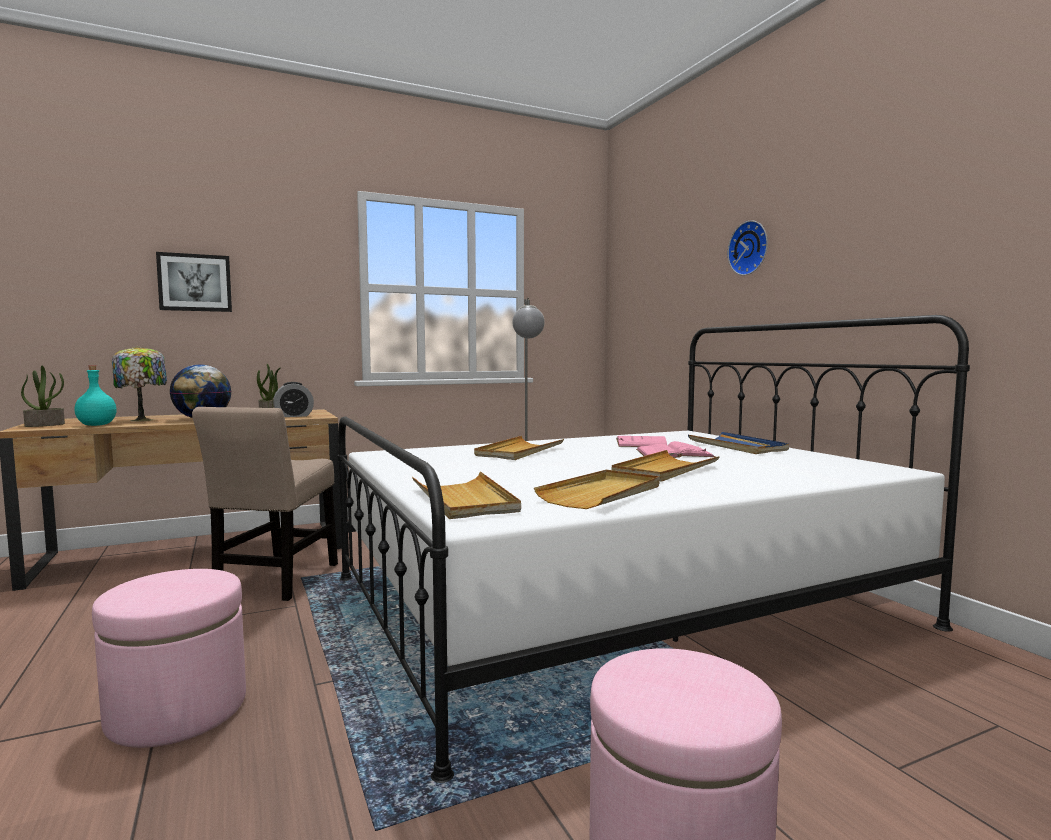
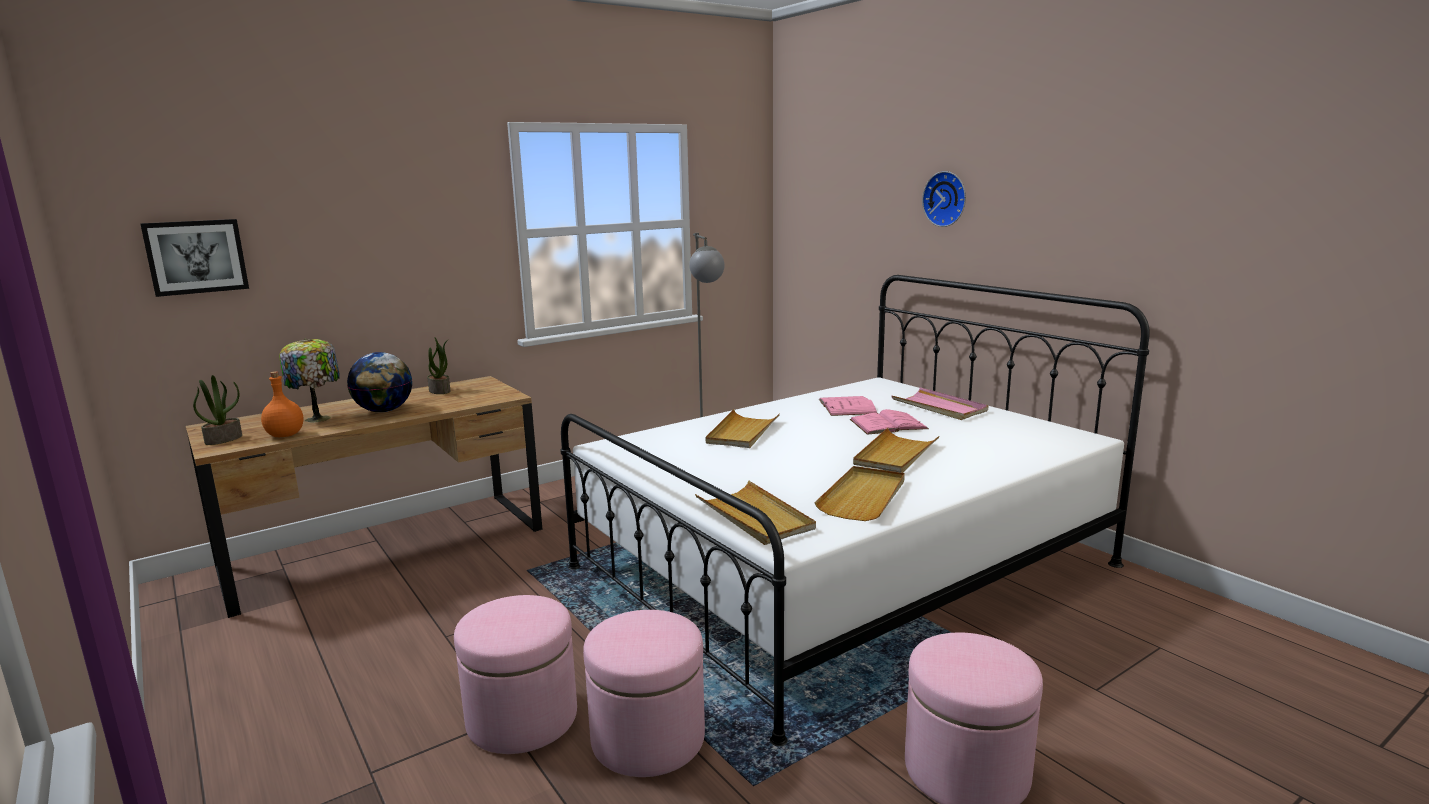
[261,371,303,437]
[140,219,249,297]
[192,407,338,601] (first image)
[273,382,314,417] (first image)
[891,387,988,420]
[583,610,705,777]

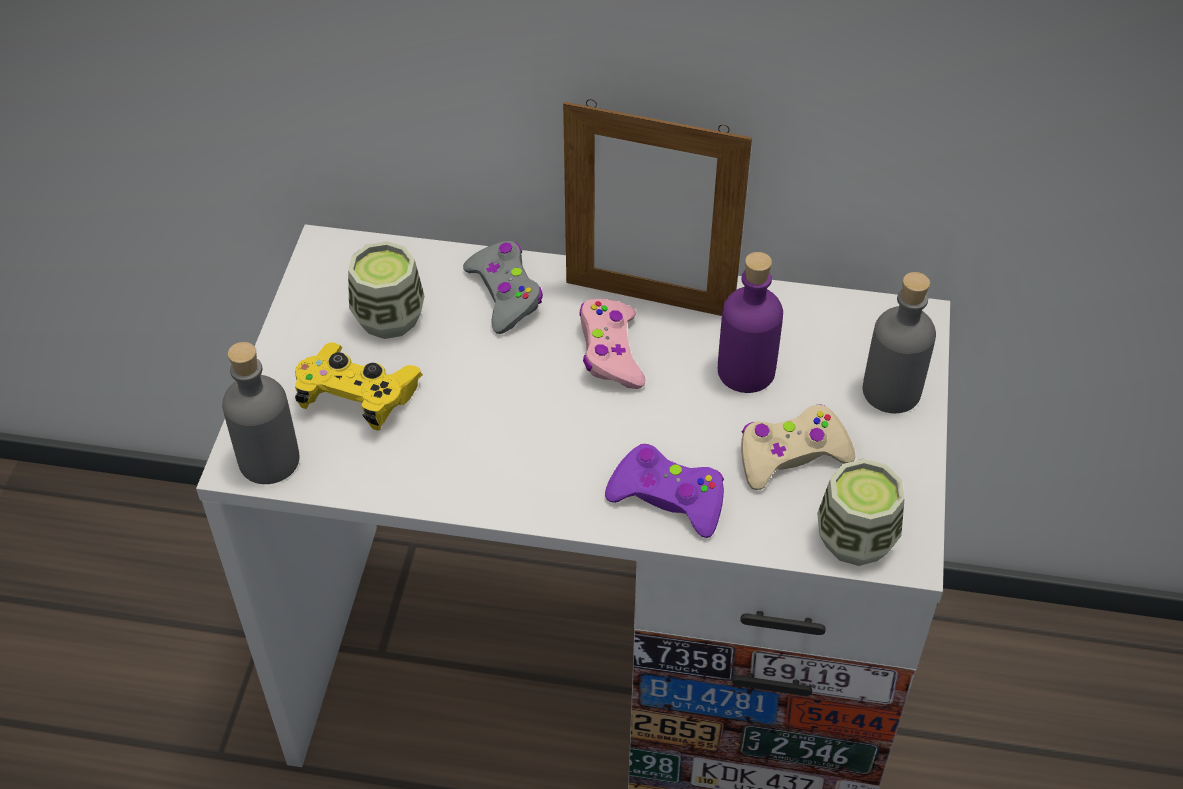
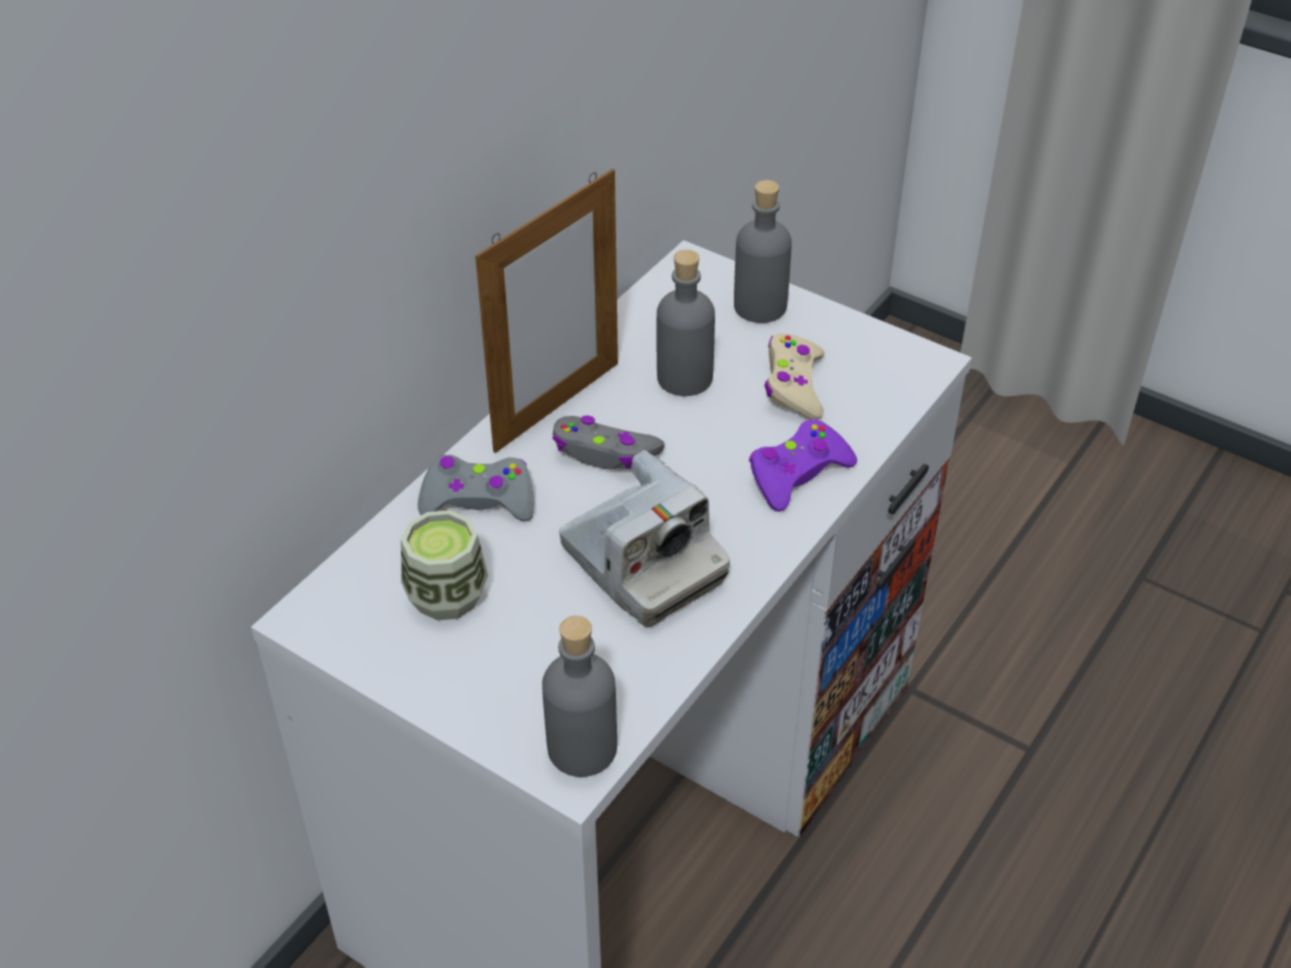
[295,342,423,430] (first image)
[552,415,665,470]
[657,250,715,396]
[817,459,905,566] (first image)
[559,450,730,627]

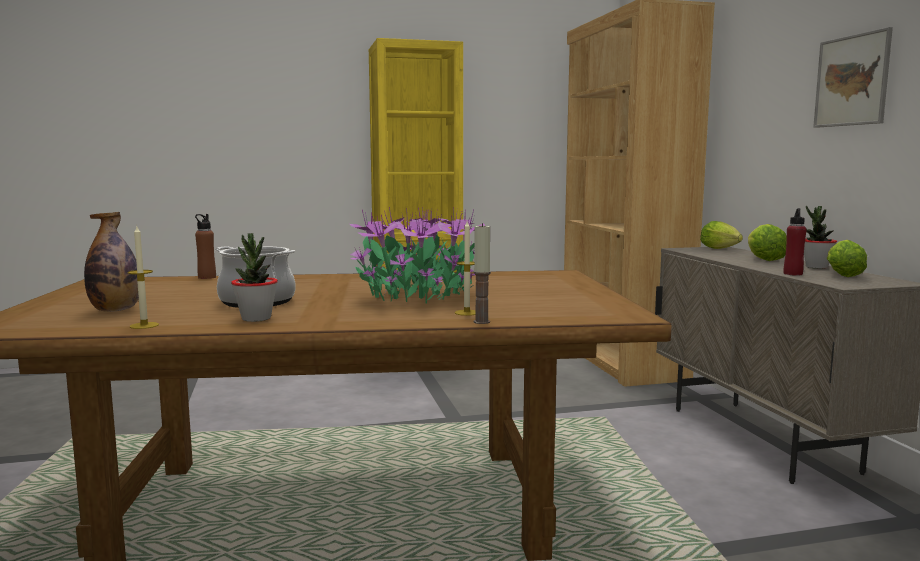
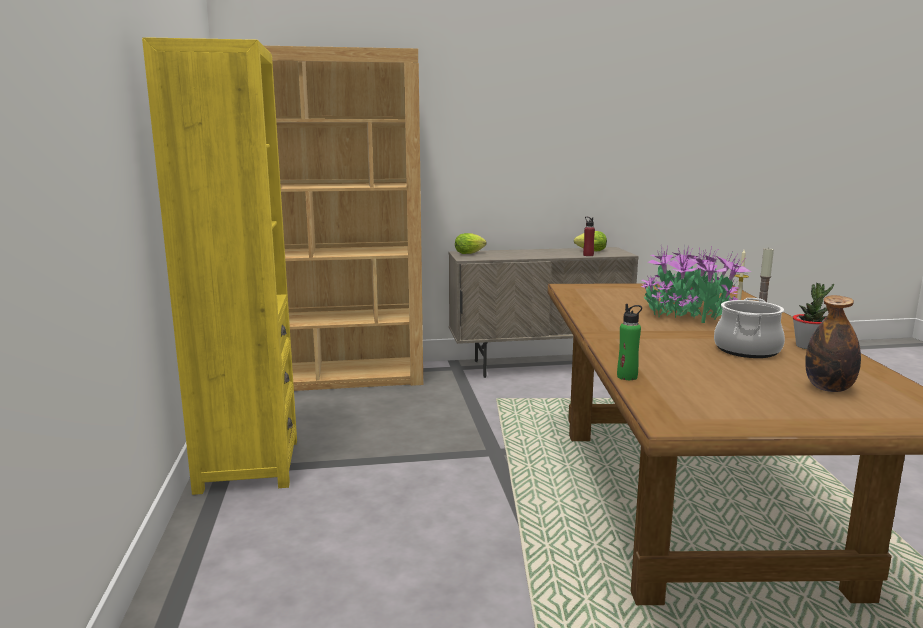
[128,226,159,329] (first image)
[617,304,642,380]
[748,224,787,261] (first image)
[804,206,837,269] (first image)
[813,27,893,128] (first image)

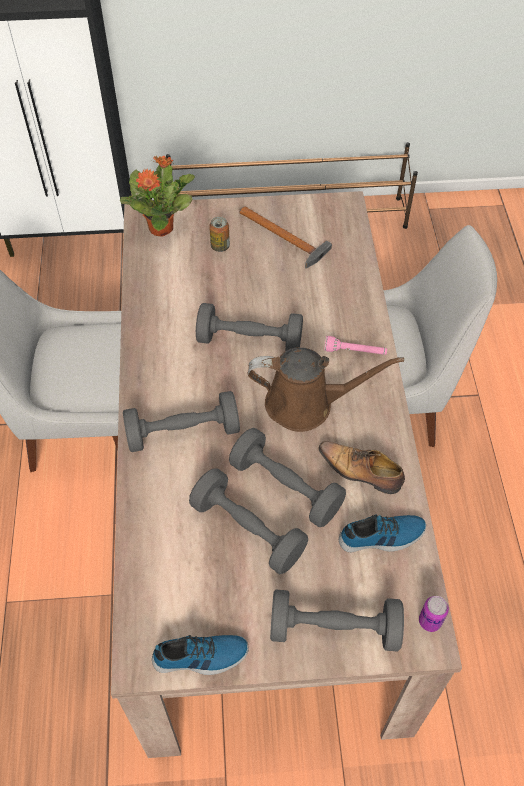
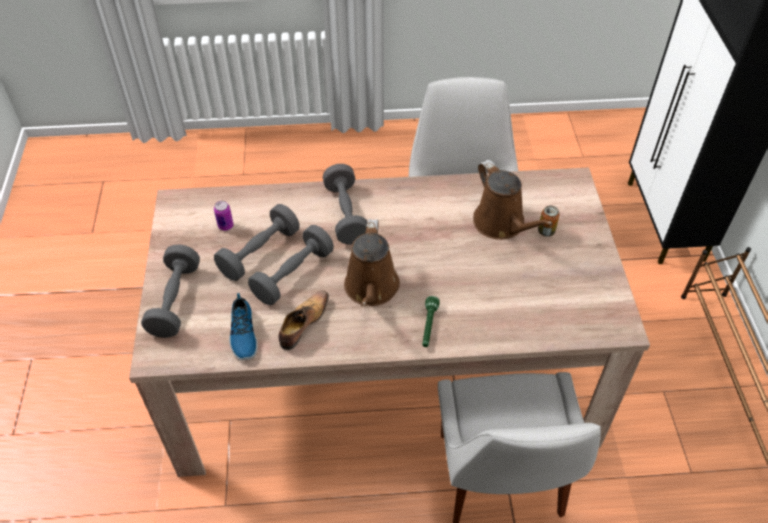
[120,155,195,237] (first image)
[152,635,249,675] (first image)
[196,303,303,351] (first image)
[240,206,332,269] (first image)
[422,296,440,347]
[214,201,234,231]
[473,160,553,240]

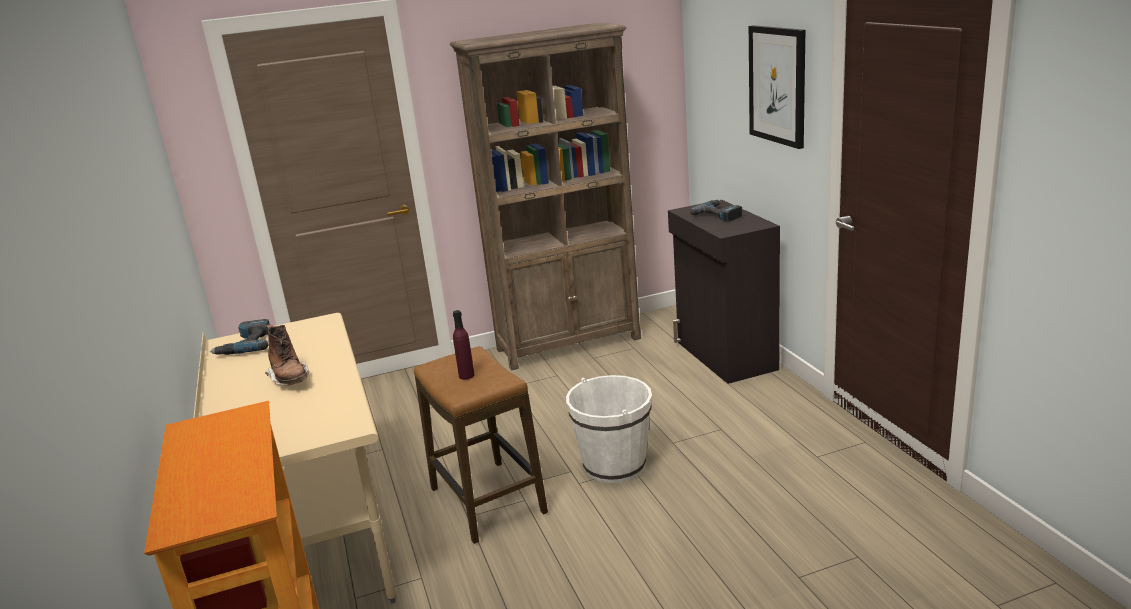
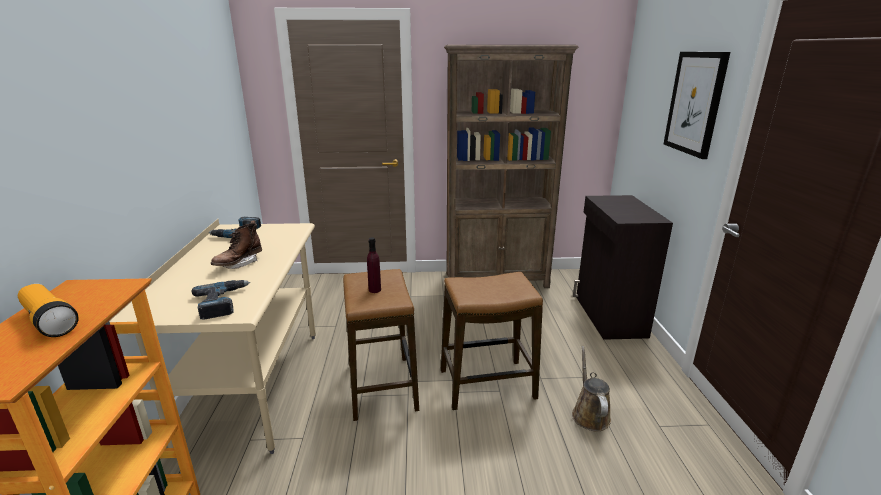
[211,221,262,269]
[441,272,543,410]
[191,280,250,320]
[18,284,79,337]
[572,346,611,431]

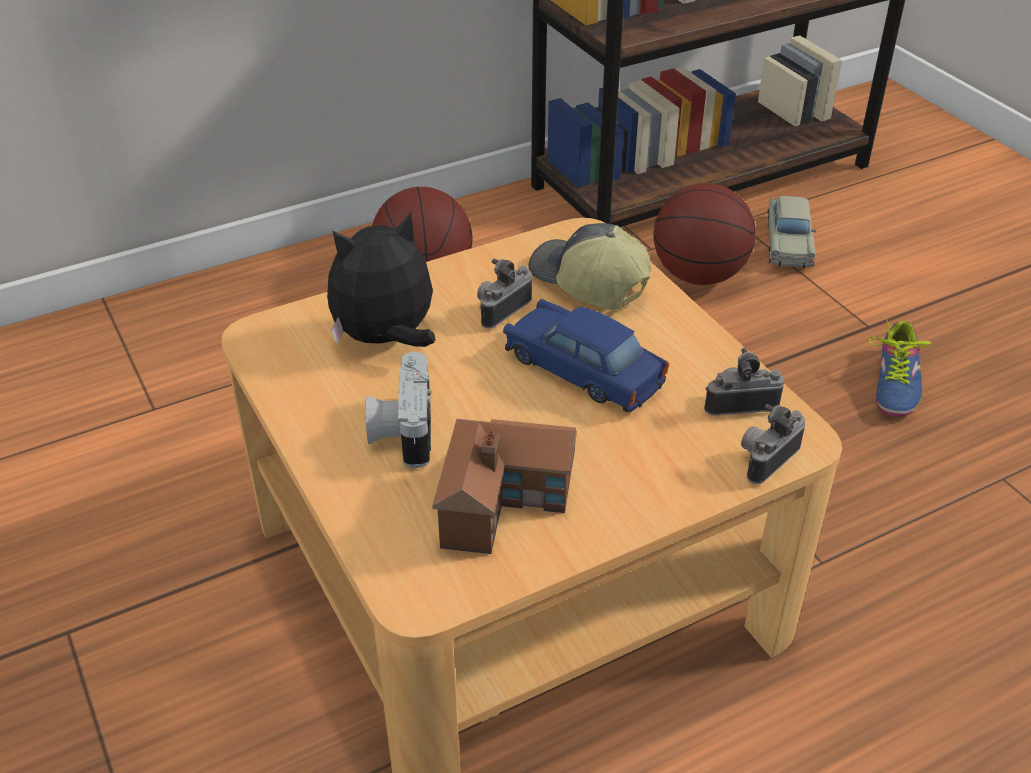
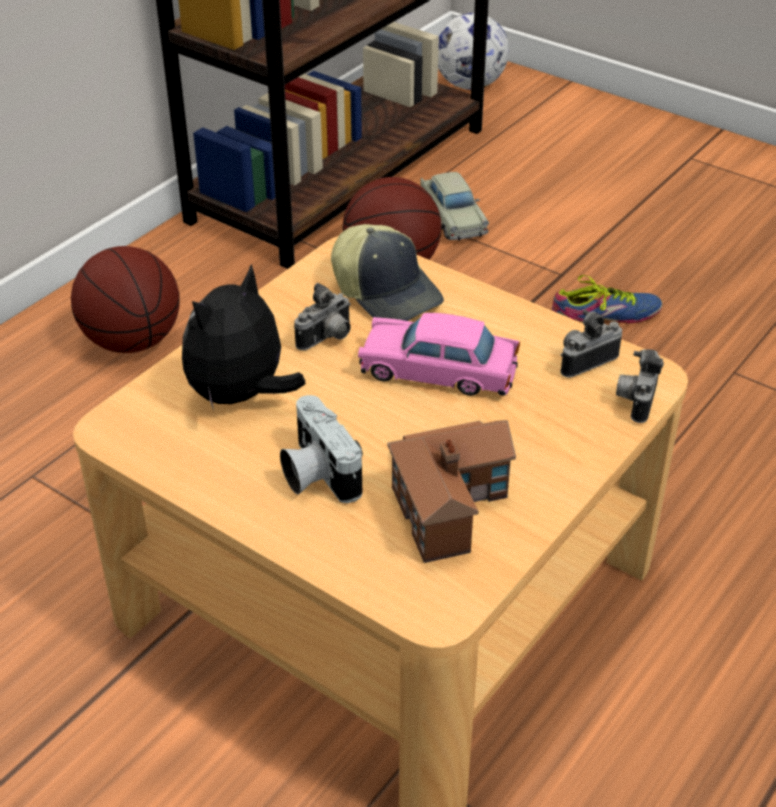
[294,283,351,350]
[358,313,520,396]
[331,224,444,321]
[552,275,663,324]
[438,13,509,90]

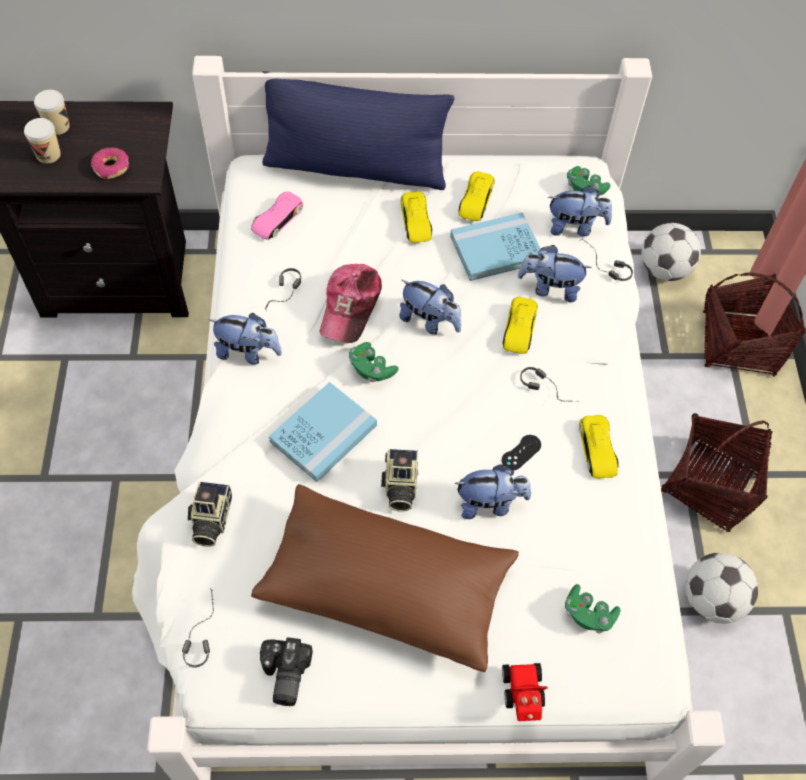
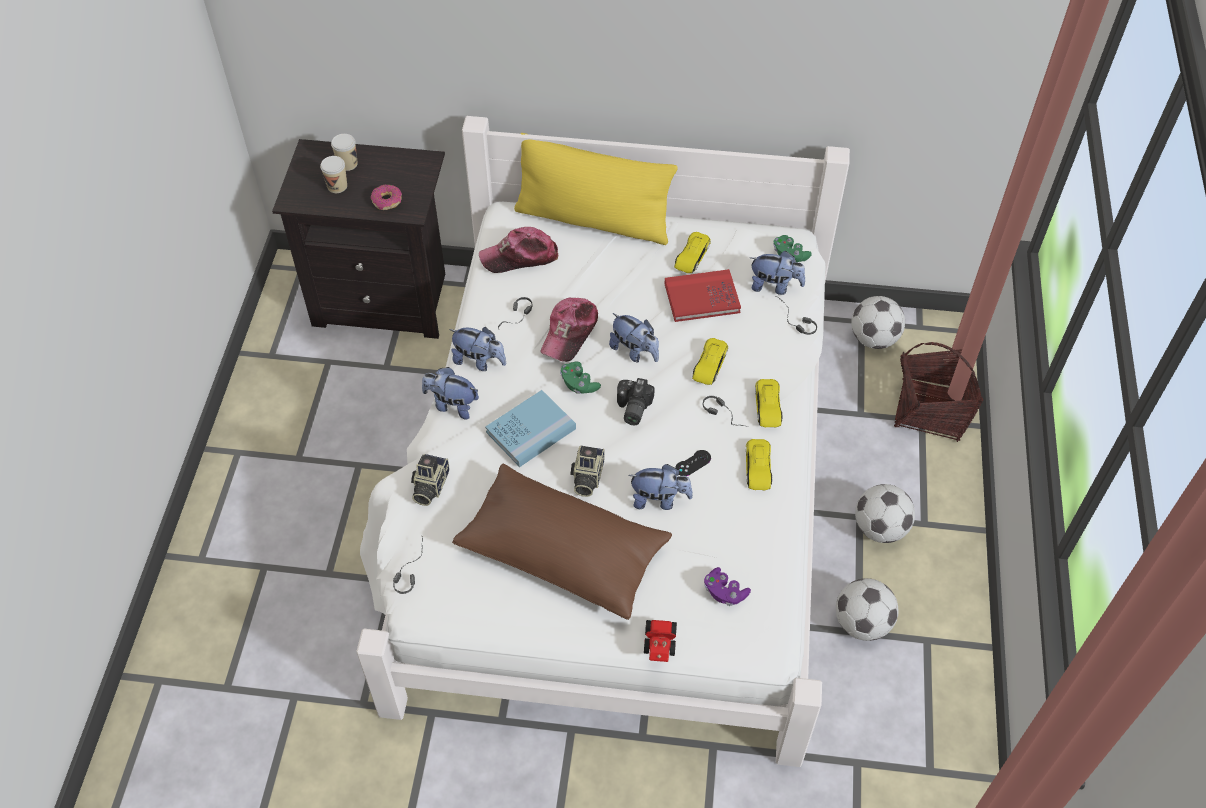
[479,227,559,273]
[617,378,655,425]
[514,133,678,245]
[755,379,782,427]
[665,269,741,322]
[422,367,479,419]
[704,567,751,606]
[855,484,915,543]

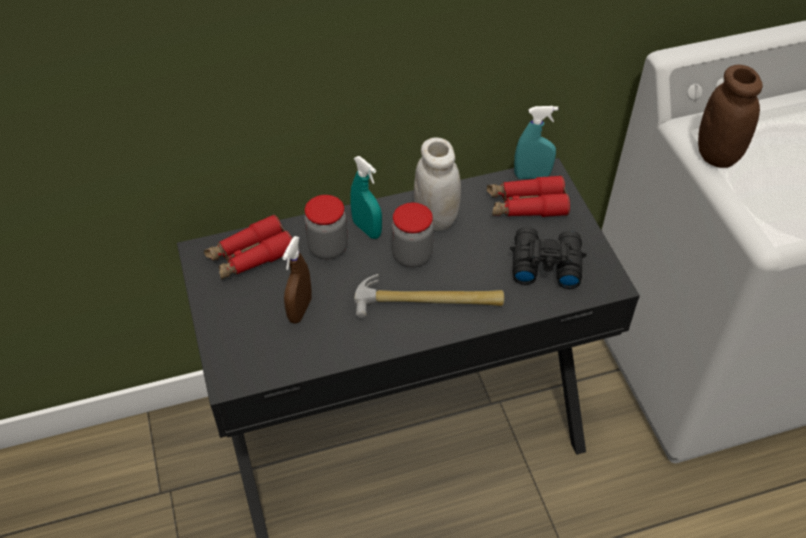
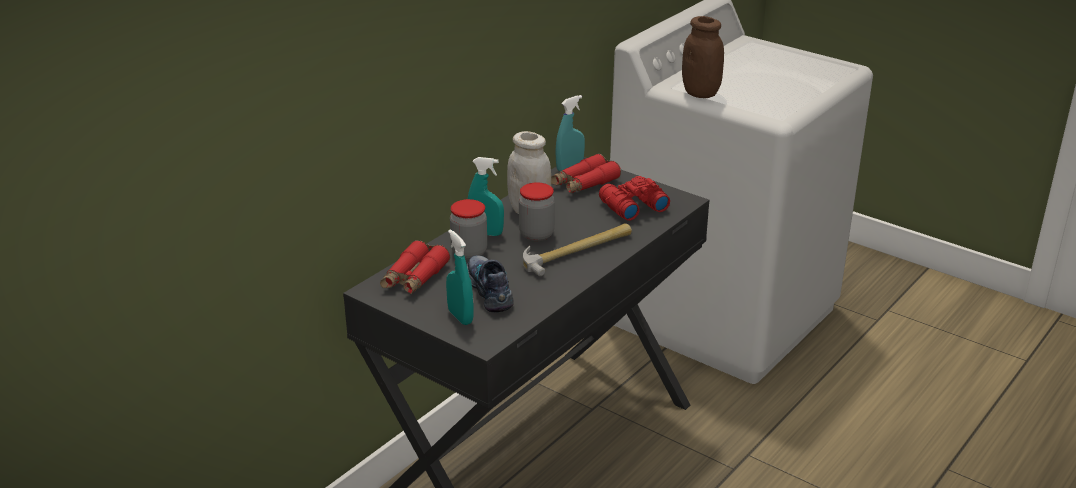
[467,255,514,313]
[599,176,670,221]
[446,229,473,325]

